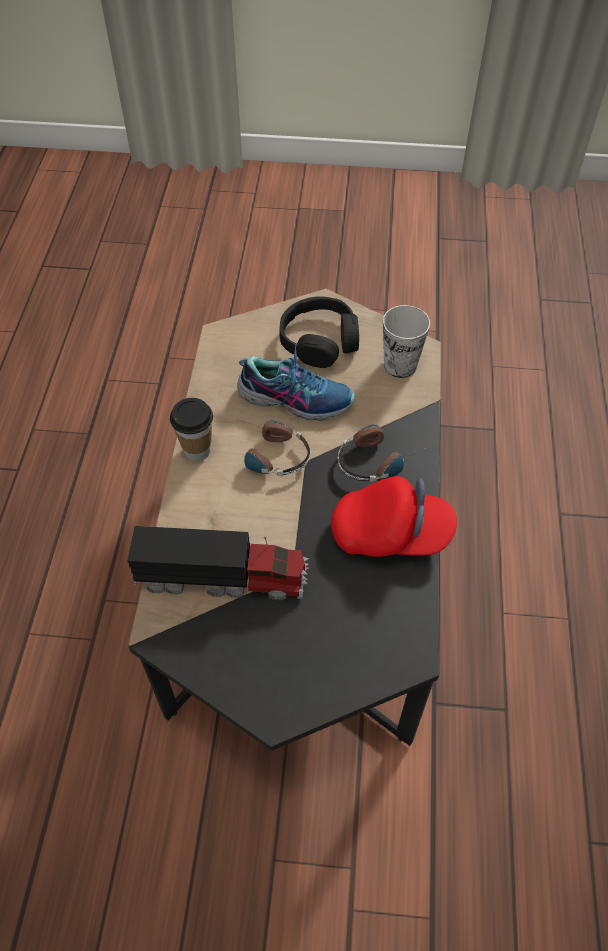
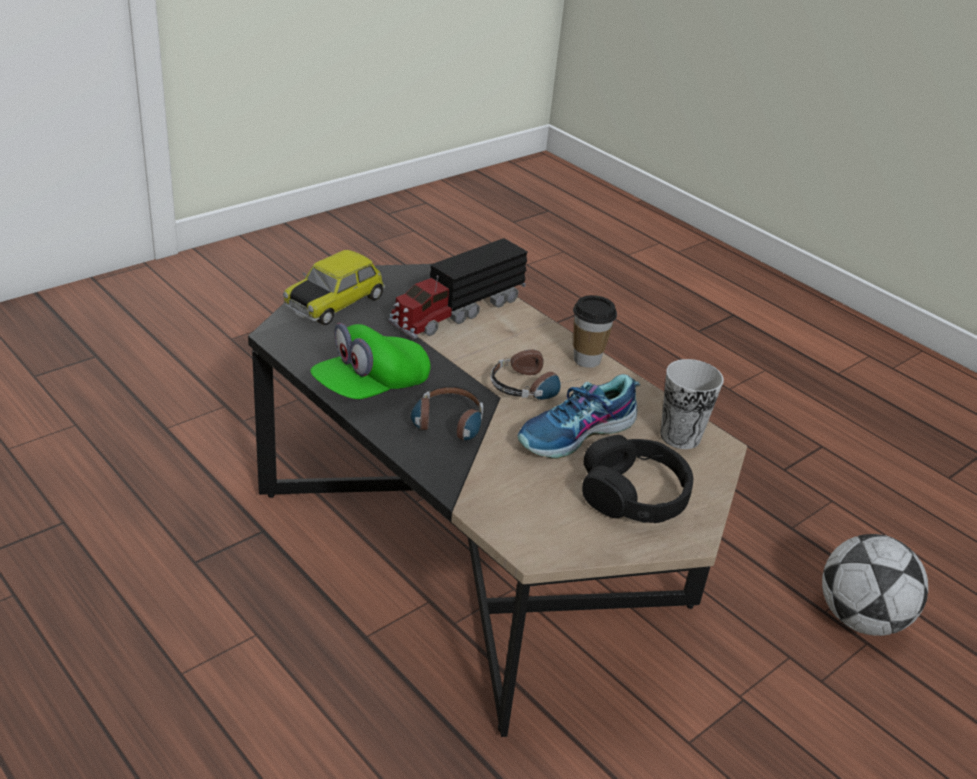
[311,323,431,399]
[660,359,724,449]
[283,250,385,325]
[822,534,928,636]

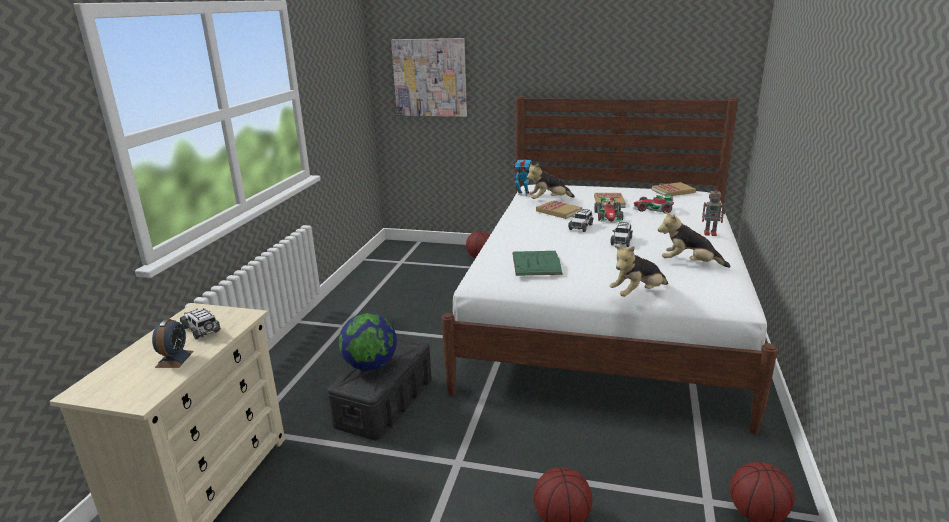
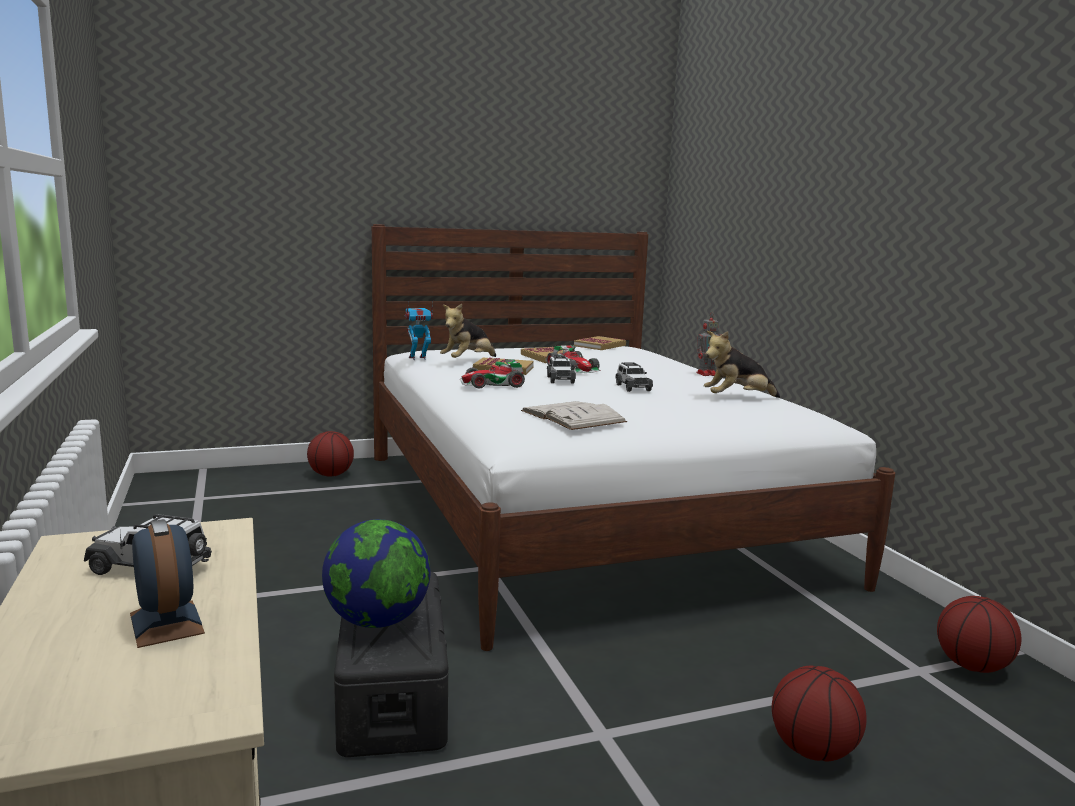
[391,38,467,117] (first image)
[521,401,627,430]
[610,245,668,297] (first image)
[460,359,525,388]

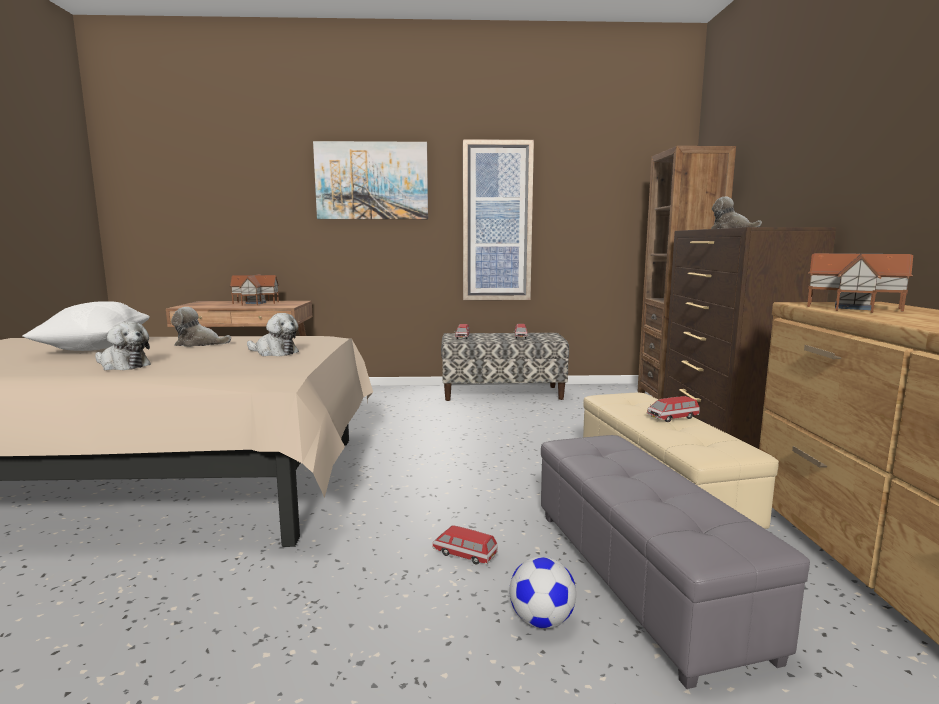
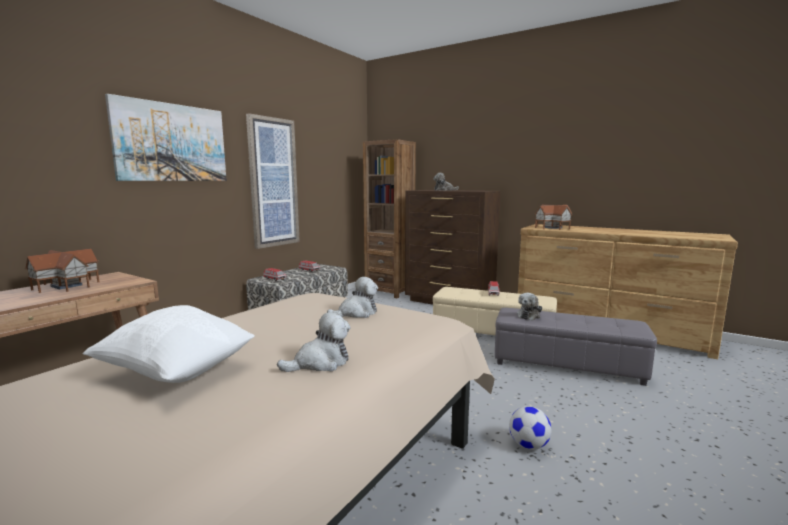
[517,293,542,321]
[432,525,498,564] (first image)
[509,406,552,450]

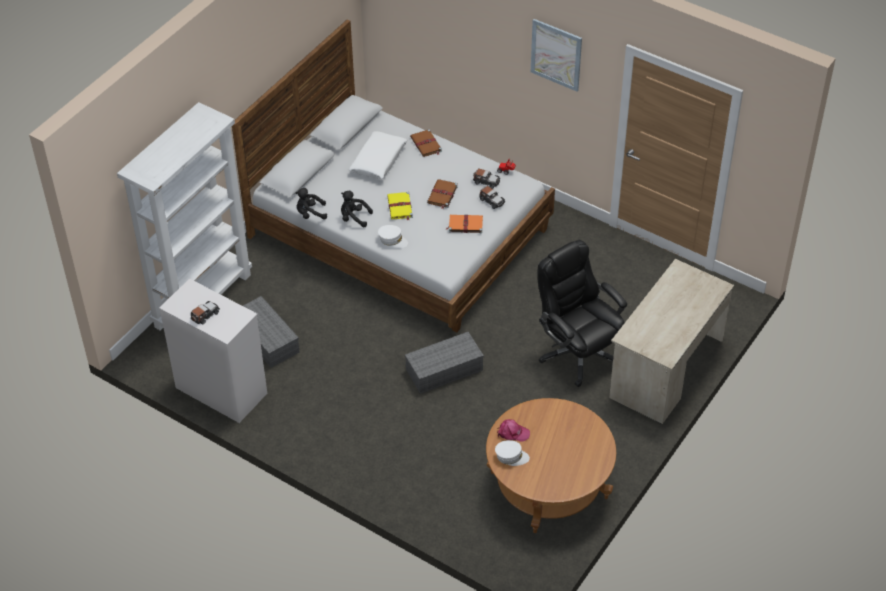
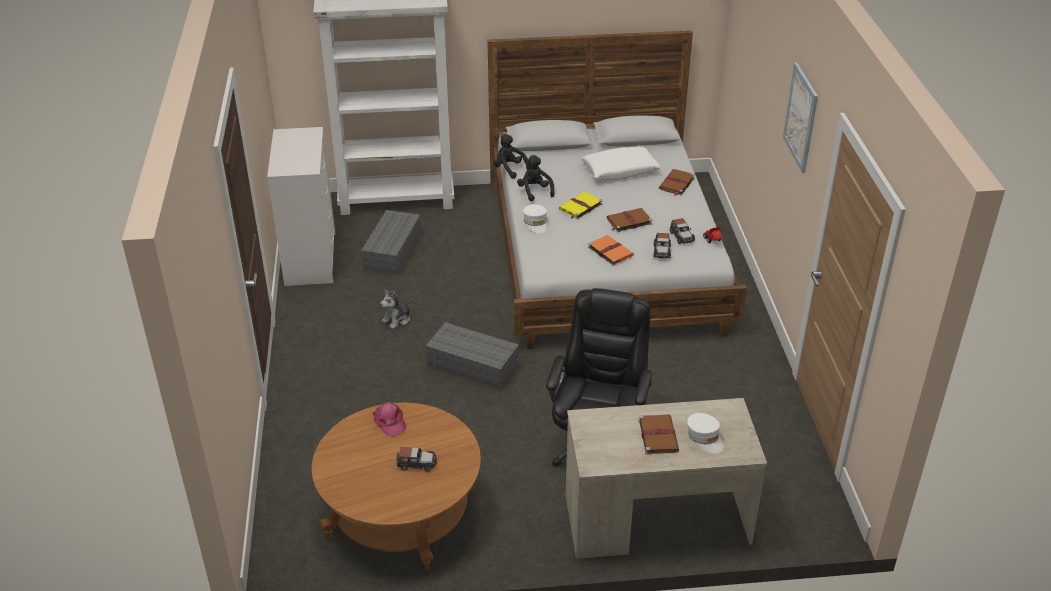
[396,447,437,472]
[687,413,724,453]
[380,289,413,329]
[639,414,679,454]

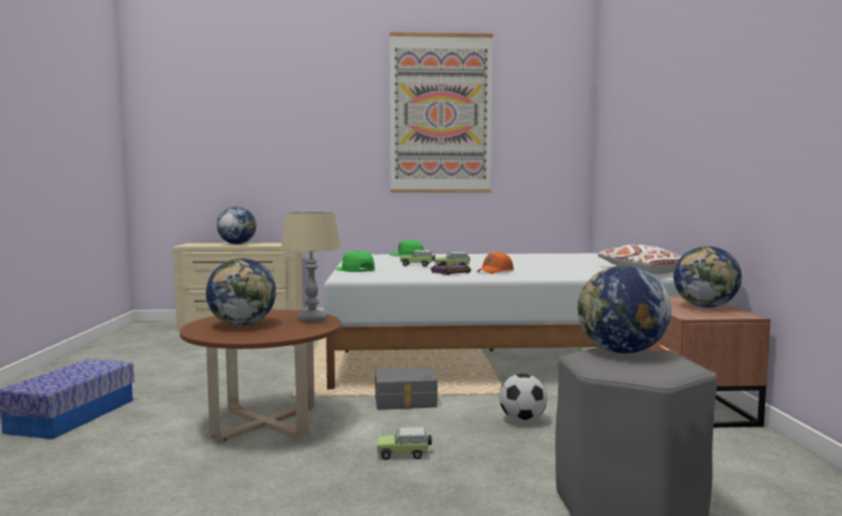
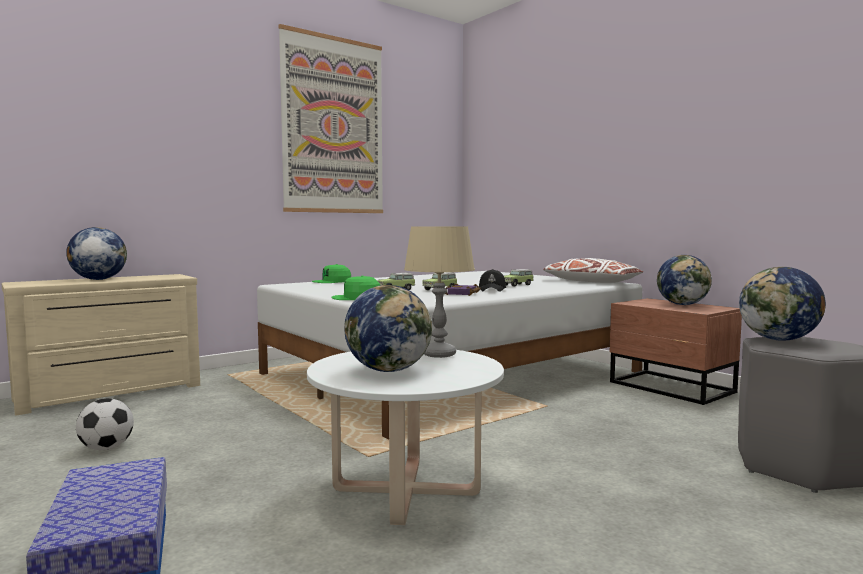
[307,350,504,525]
[375,367,437,410] (first image)
[504,269,534,287]
[479,269,506,292]
[76,398,134,450]

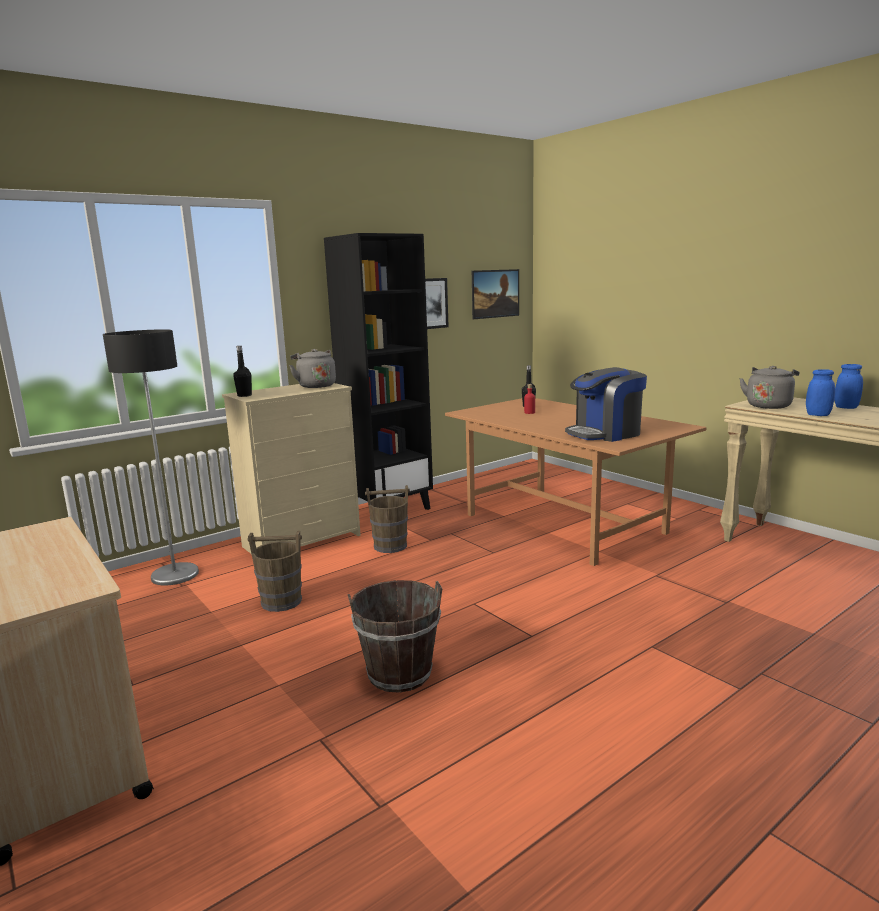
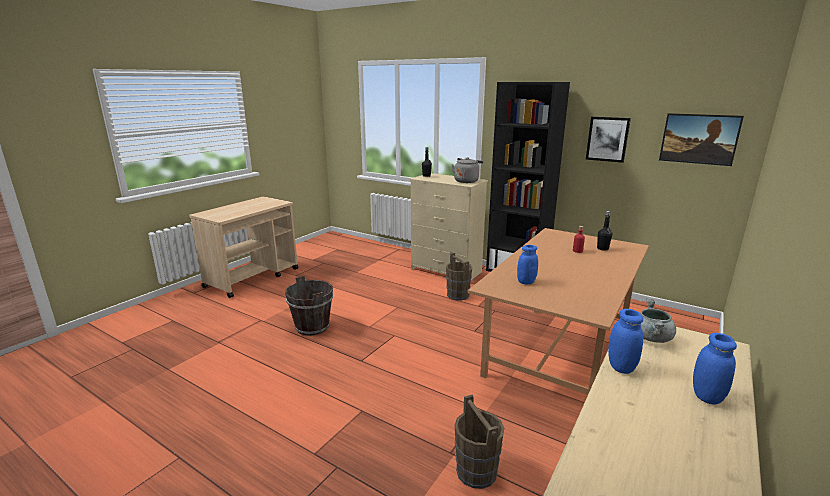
[103,329,199,585] (first image)
[455,394,505,489]
[517,245,538,284]
[640,298,676,343]

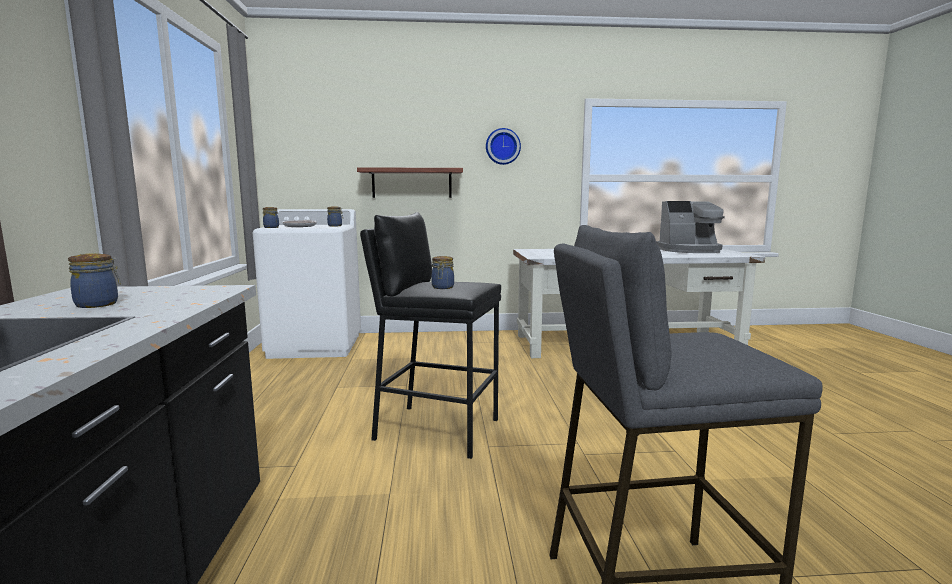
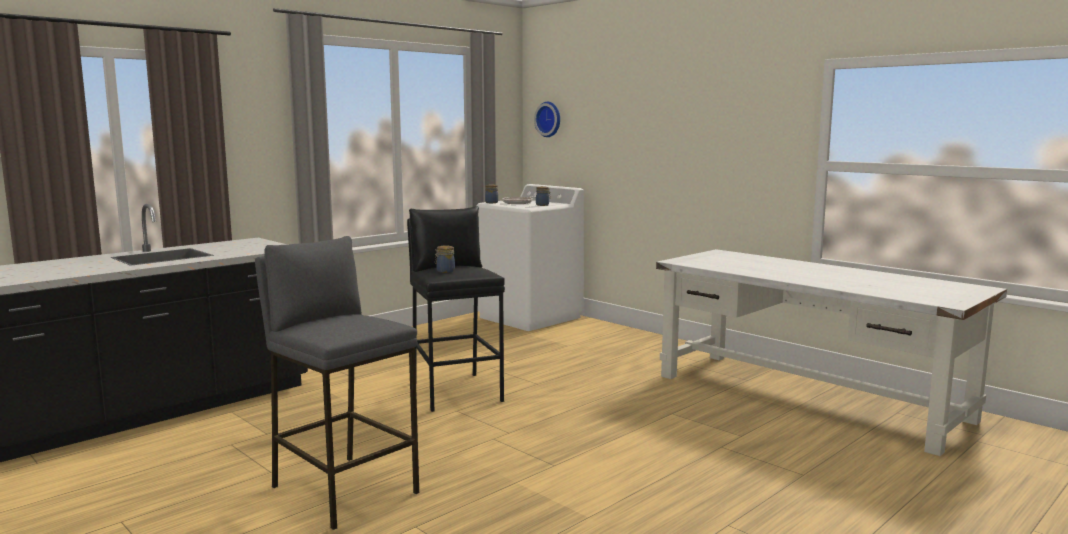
[68,253,121,308] (first image)
[357,167,463,198] (first image)
[534,102,560,137]
[656,201,725,253] (first image)

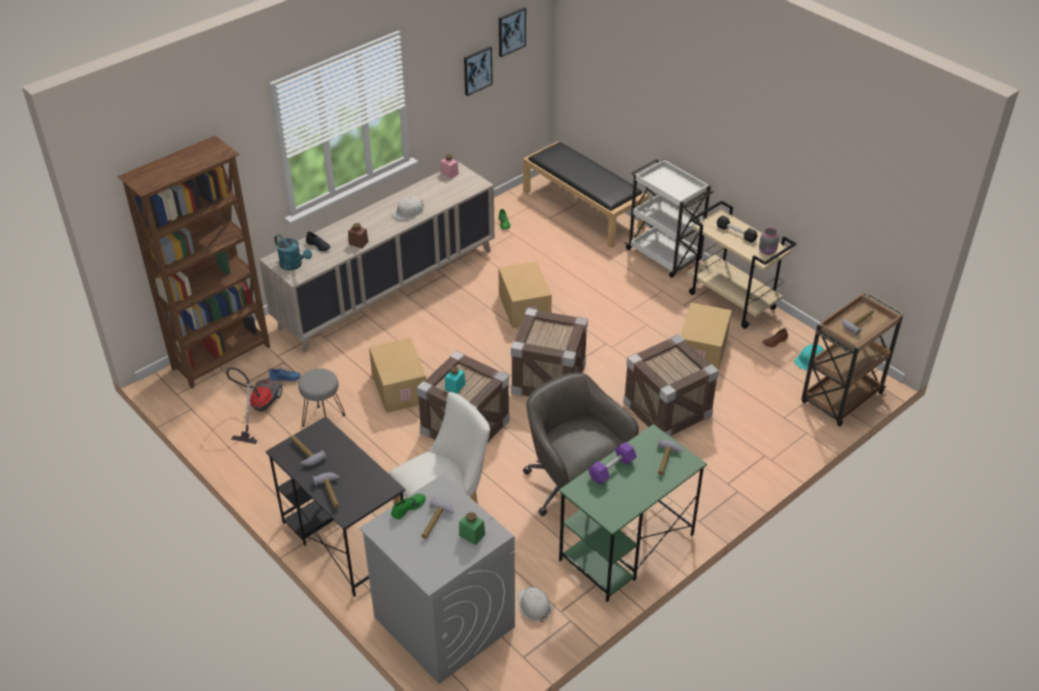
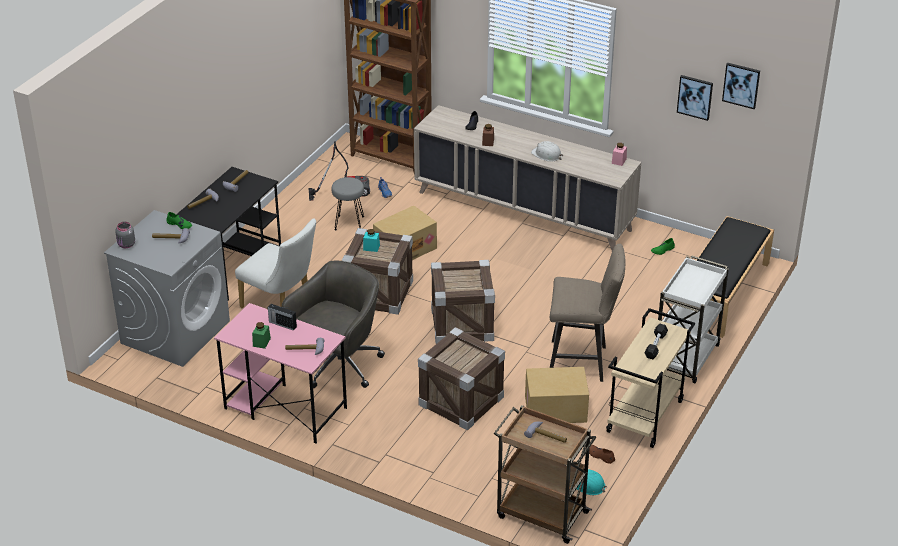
[274,234,312,270] (first image)
[252,322,271,349]
[498,261,552,328] (first image)
[518,587,552,623] (first image)
[214,303,347,444]
[267,304,297,331]
[115,222,135,248]
[550,244,626,382]

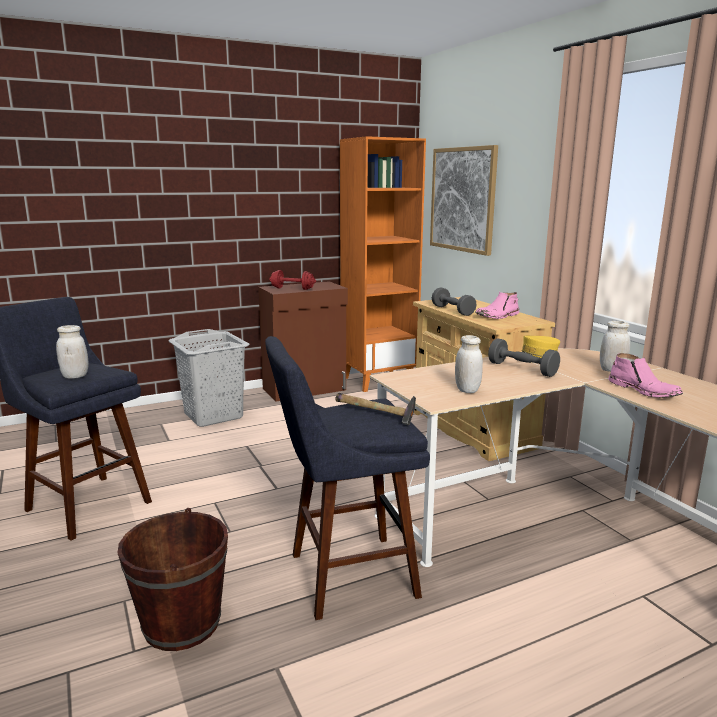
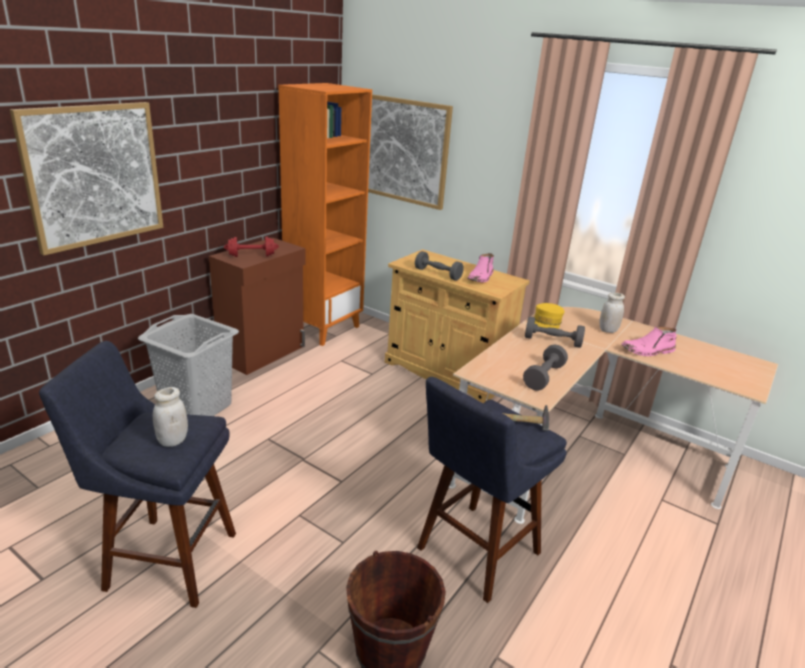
[523,344,568,391]
[621,326,676,356]
[10,102,163,255]

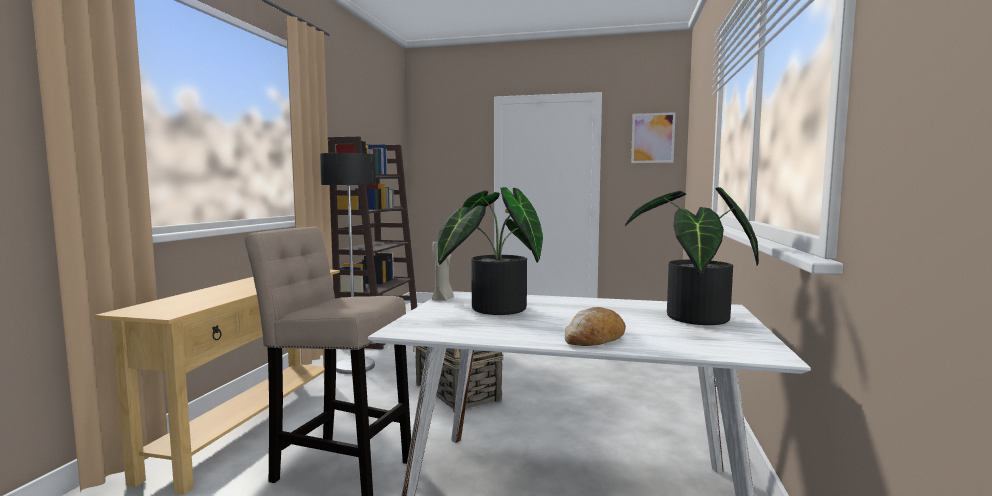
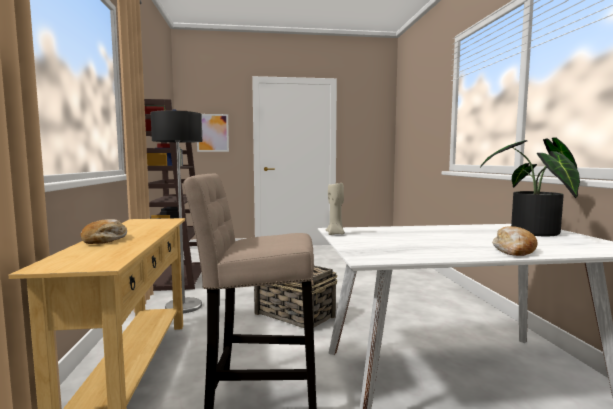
[438,187,543,315] (first image)
[197,114,229,152]
[81,219,127,244]

